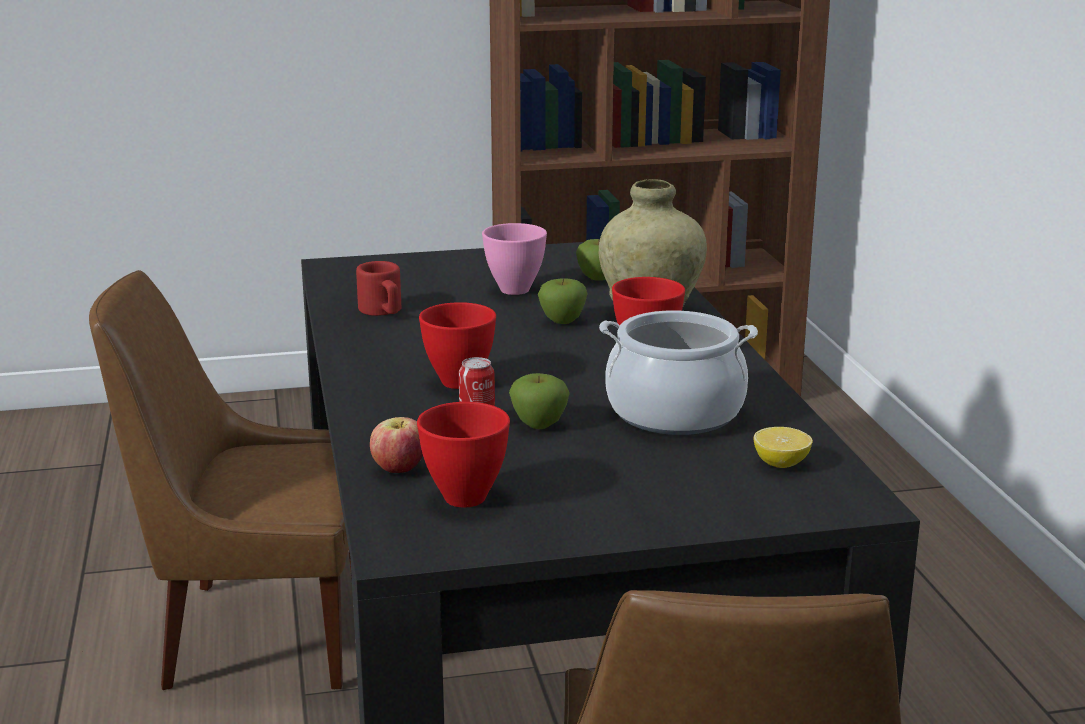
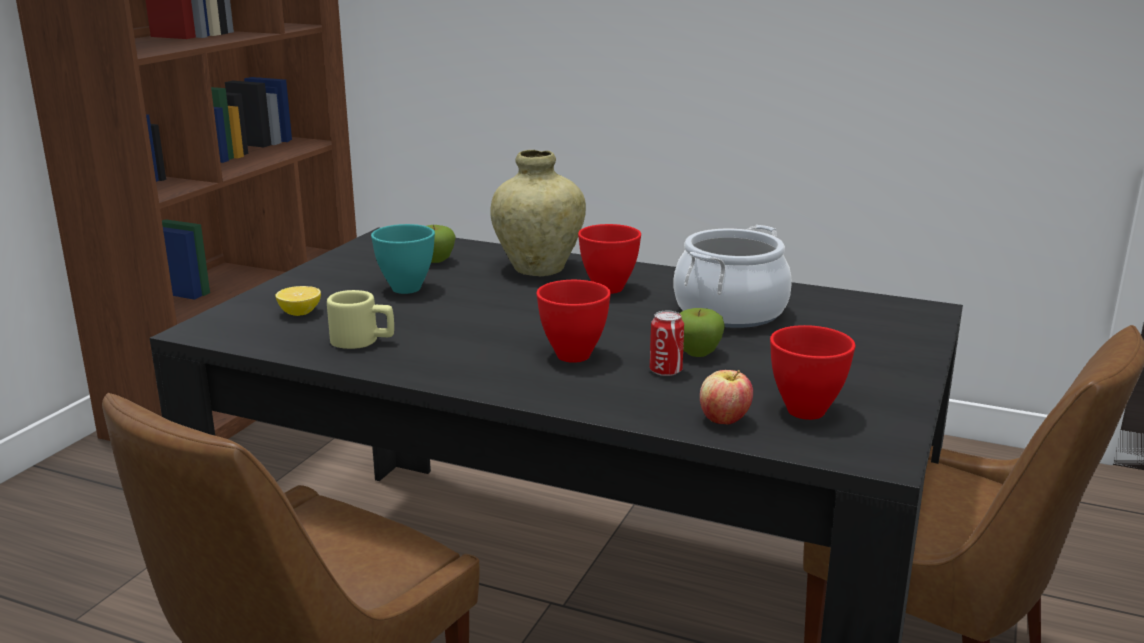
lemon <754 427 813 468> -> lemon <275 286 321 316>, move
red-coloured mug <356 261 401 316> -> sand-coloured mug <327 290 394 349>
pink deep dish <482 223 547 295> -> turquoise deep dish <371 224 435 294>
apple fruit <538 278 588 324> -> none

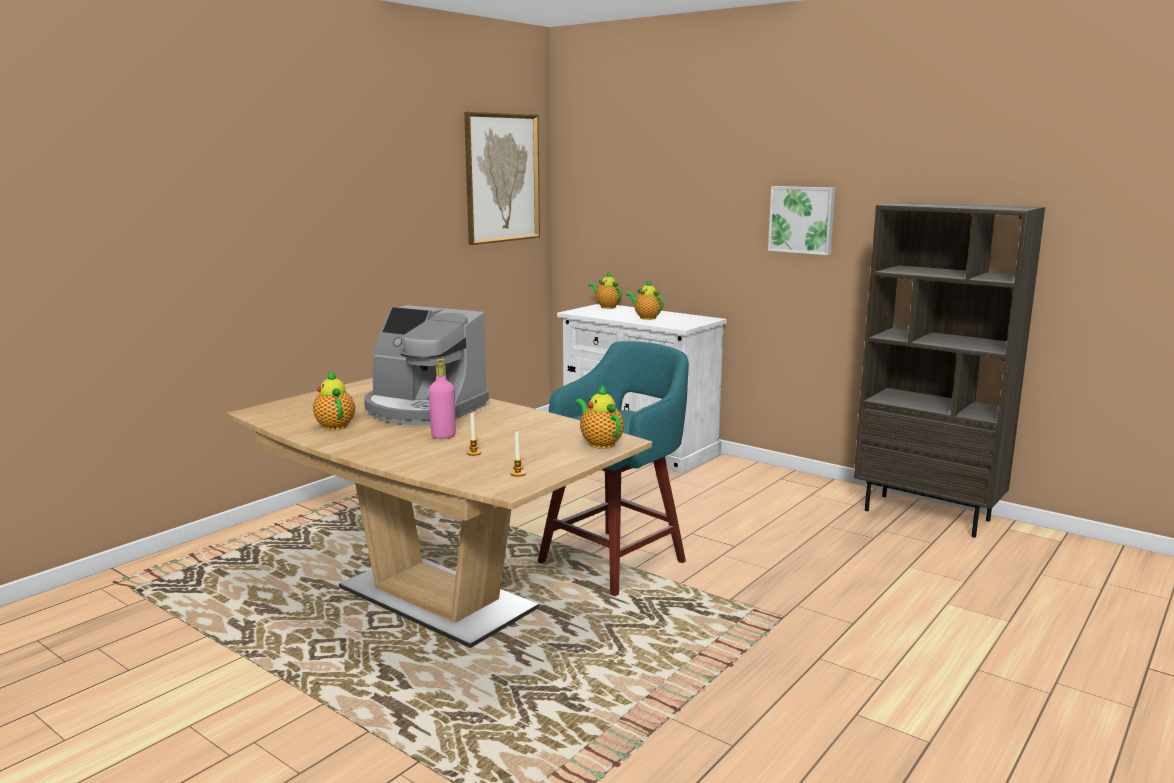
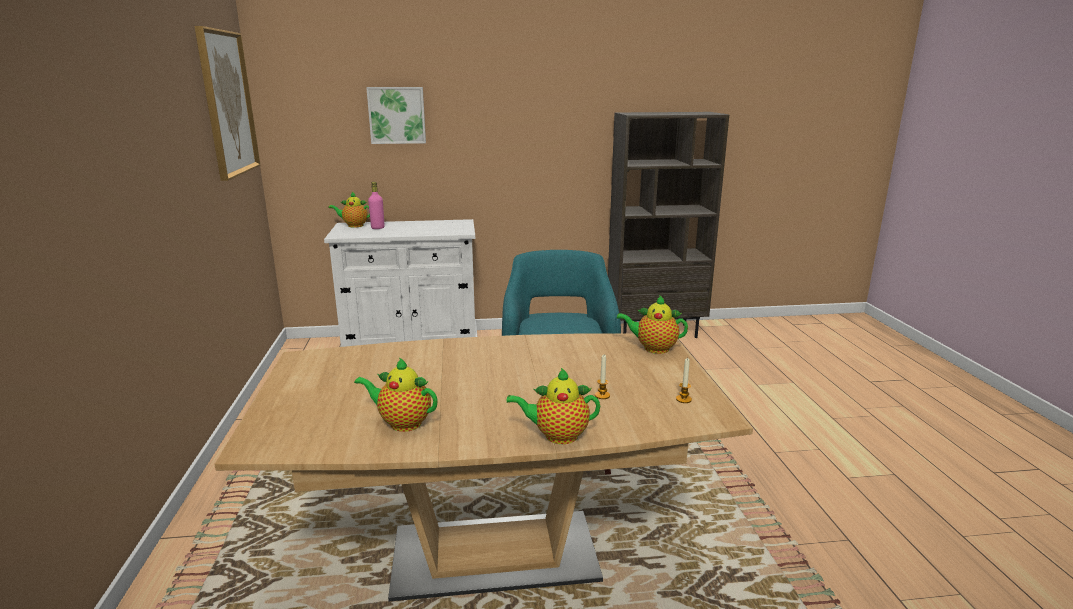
picture <768 186 835 255> -> picture <366 87 426 144>, move
pink drink bottle <429 359 456 439> -> pink drink bottle <368 182 385 229>, move
tea pot <626 280 664 320> -> tea pot <506 368 600 444>, move
coffee maker <364 305 489 425> -> none

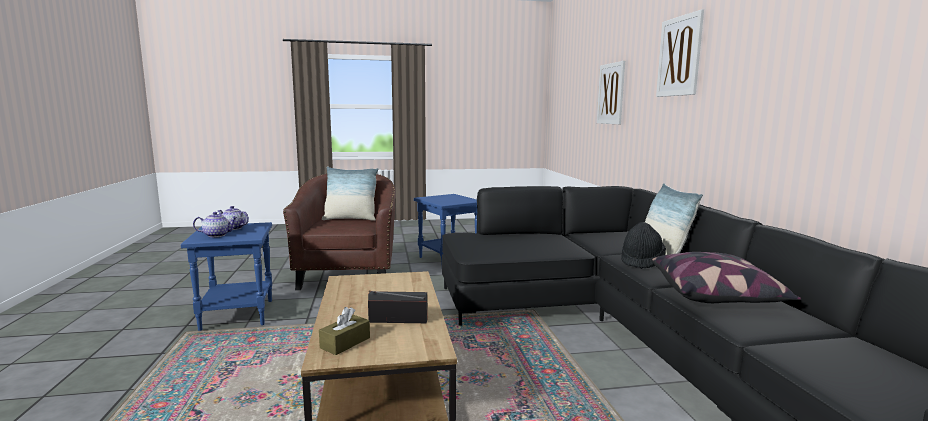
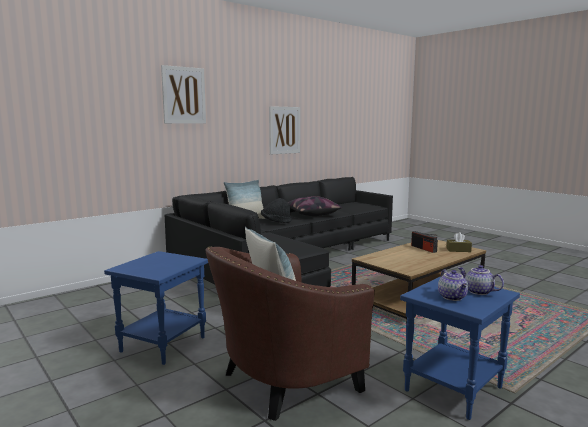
picture <597 61 625 124> -> picture <269 106 300 155>, move

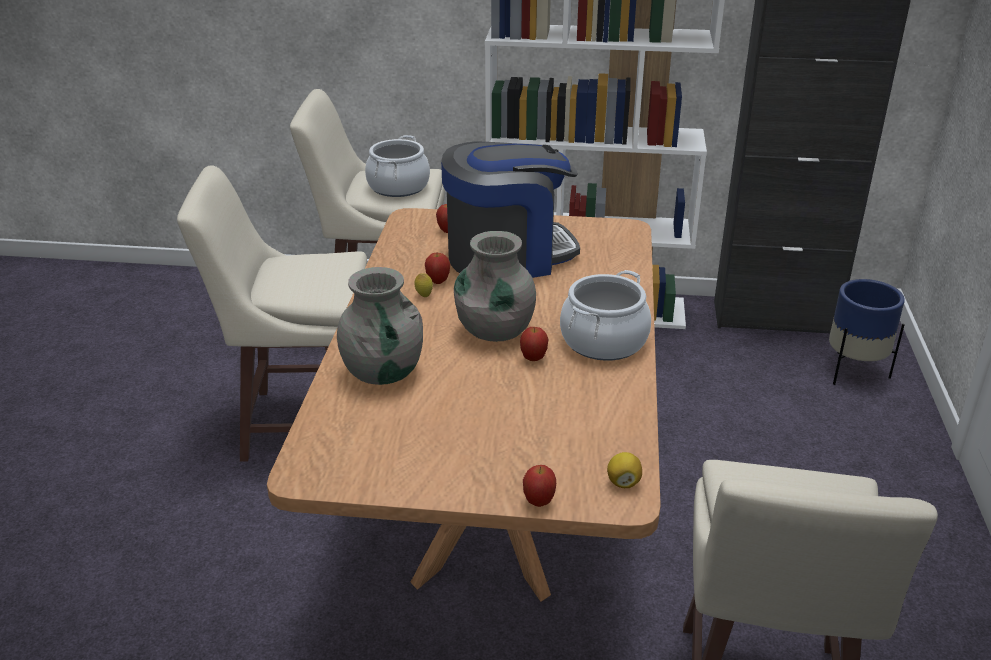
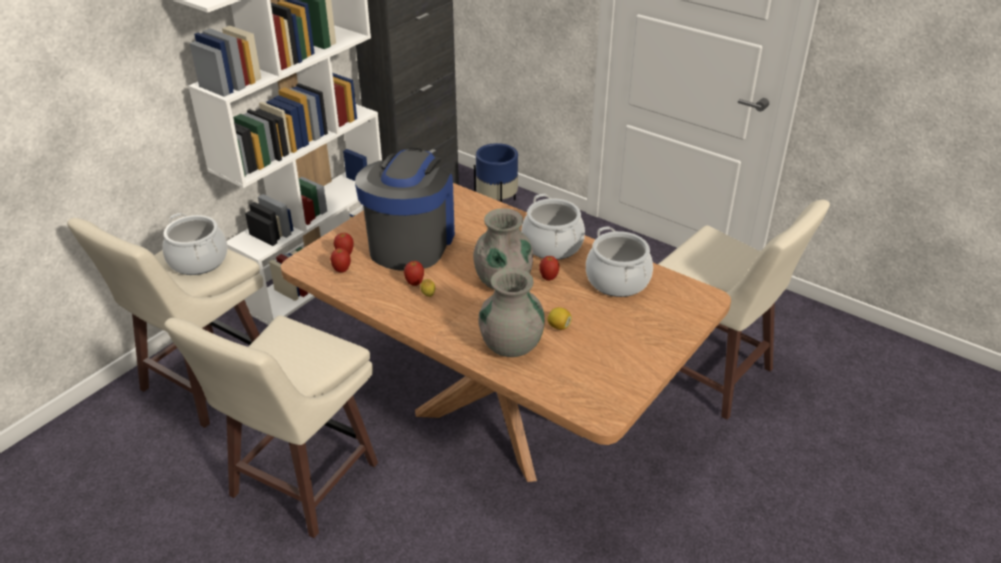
apple fruit <523 465 556 507> -> apple fruit <330 248 351 272>, move
lemon <607 452 642 488> -> lemon <548 307 572 330>, move
none -> saucepot <586 226 653 297>

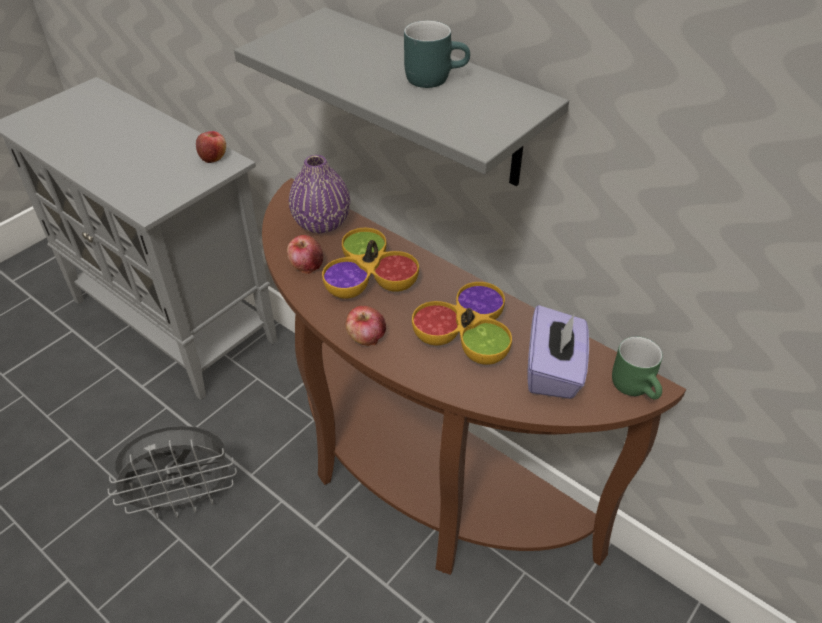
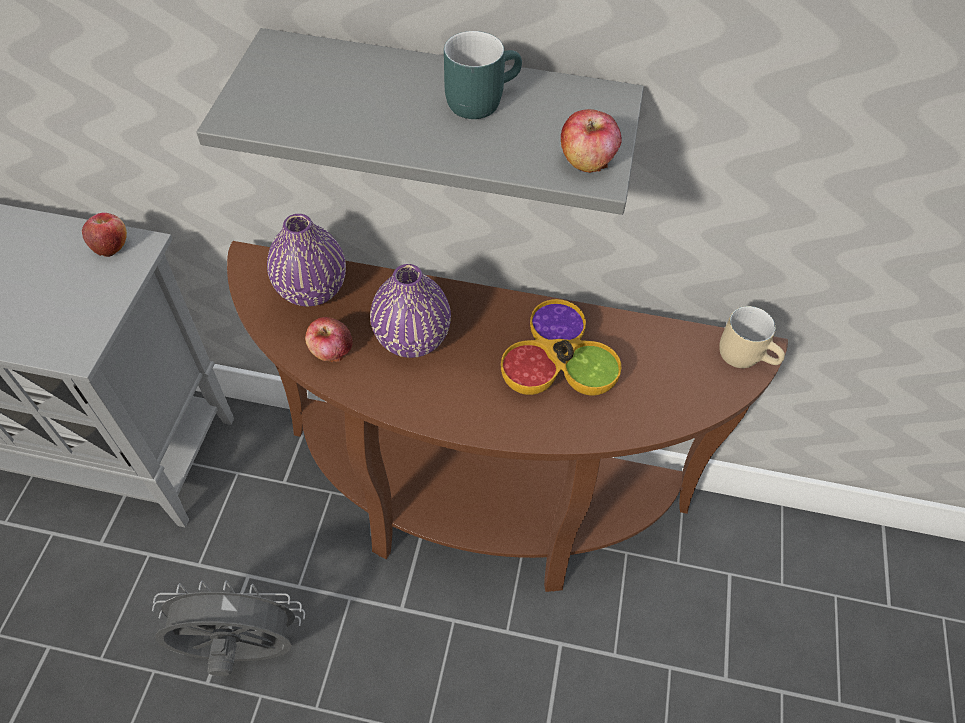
greyish electric fan <108 426 237 520> -> greyish electric fan <152 581 305 676>, 135 degrees counterclockwise
deep dish <322 228 419 299> -> purplish flower vase <370 264 451 358>
apple fruit <346 306 386 346> -> apple fruit <561 109 622 173>, move
greenish mug <612 336 663 400> -> sand-coloured mug <719 306 785 368>
purplish tissue box <527 305 589 399> -> none

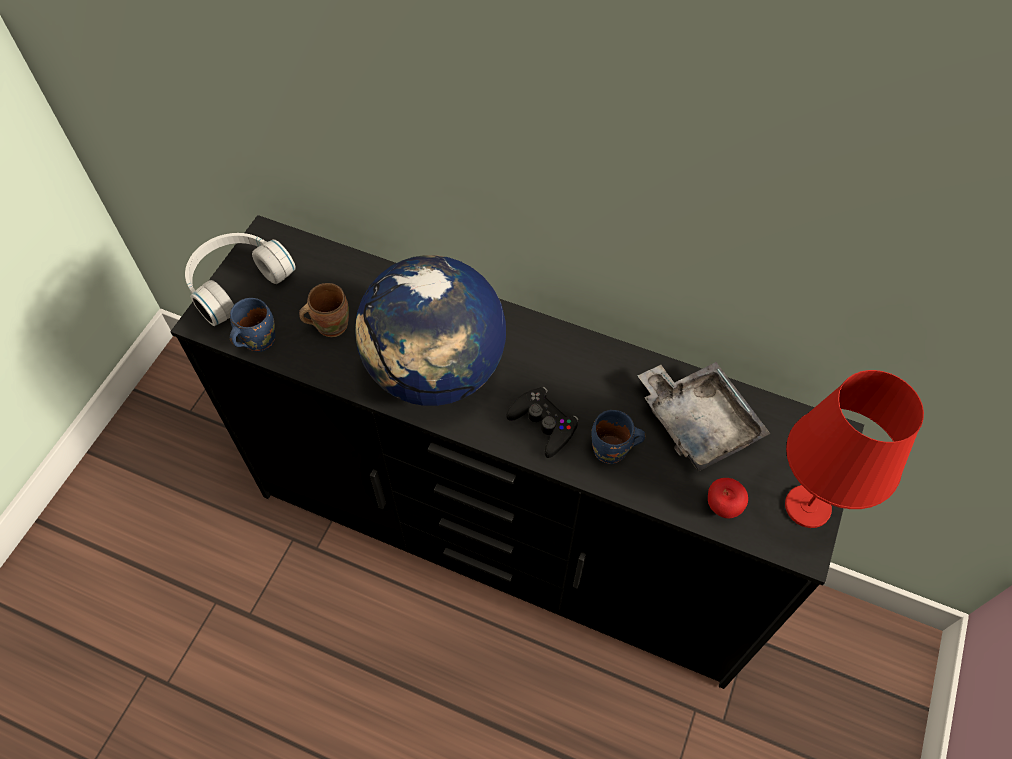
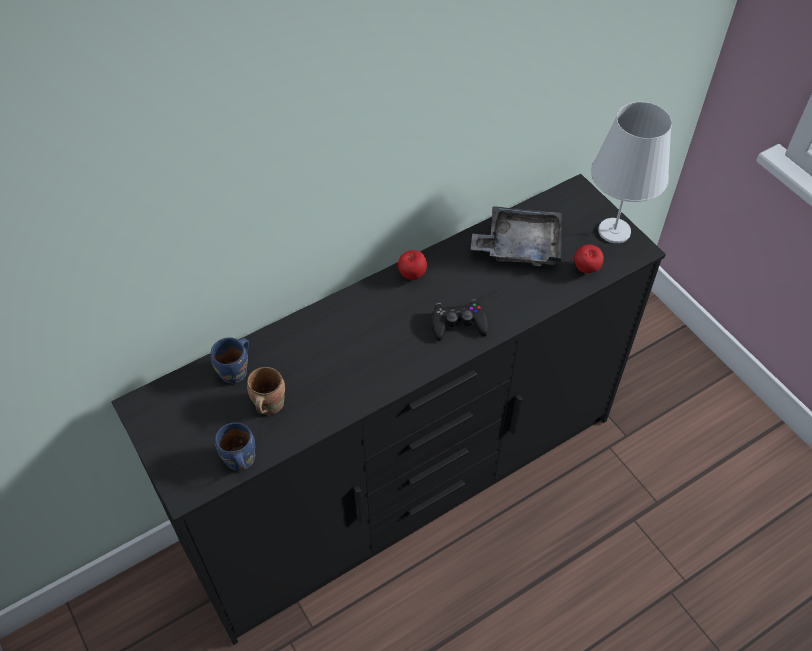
blue mug <591 410 646 464> -> blue mug <211 337 249 384>, move
none -> apple fruit <398 250 427 280>
red-coloured table lamp <785 370 924 528> -> white table lamp <591 102 672 243>
white pair of headphones <185 233 296 326> -> none
desk globe <355 255 506 406> -> none

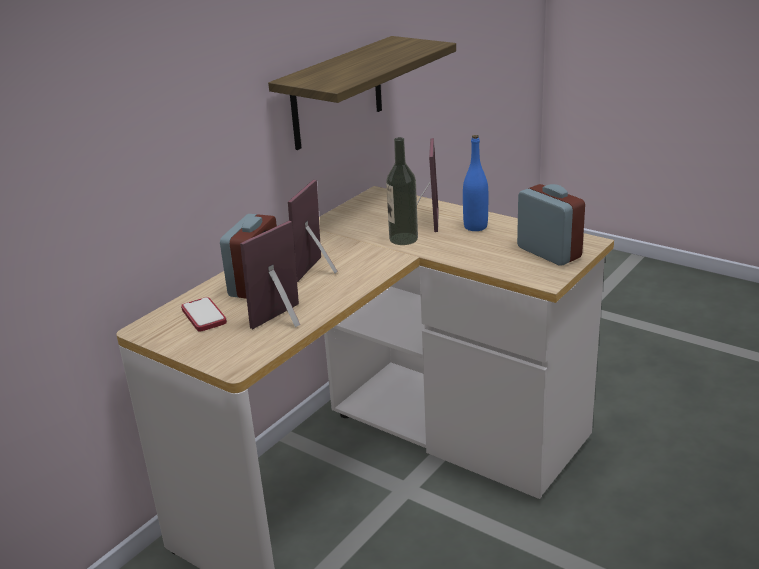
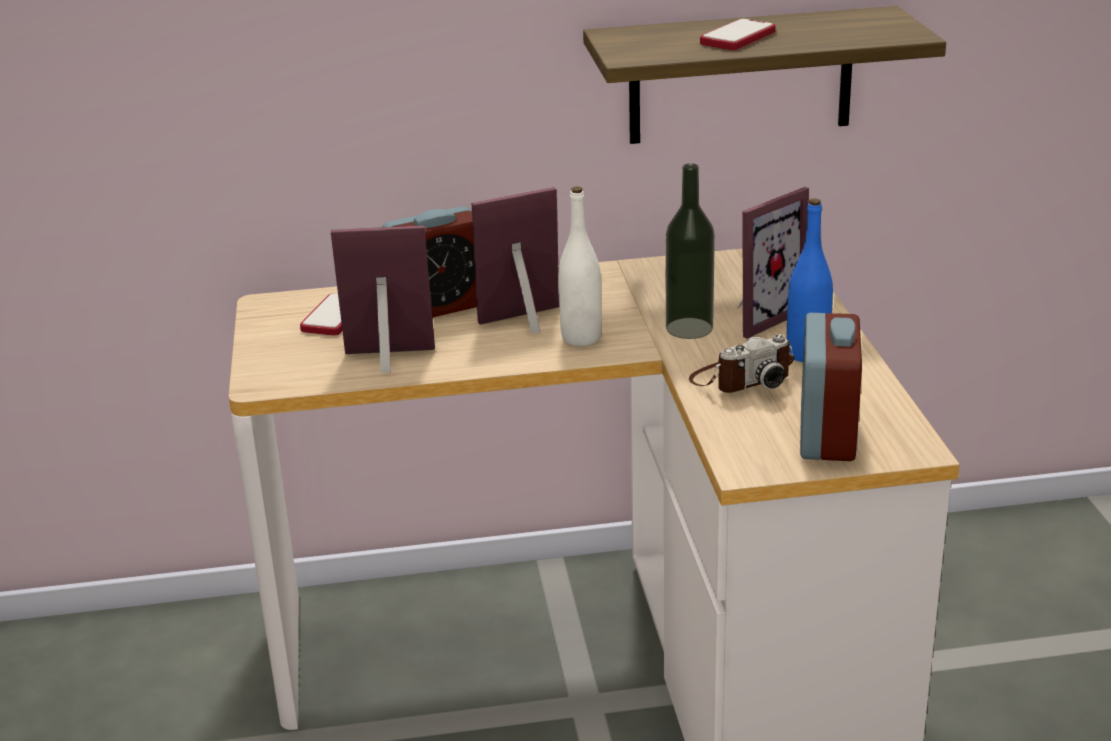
none -> white drink bottle <558 186 602 346>
none -> still camera <689 334 794 393>
none -> telephone <700 19 776 50>

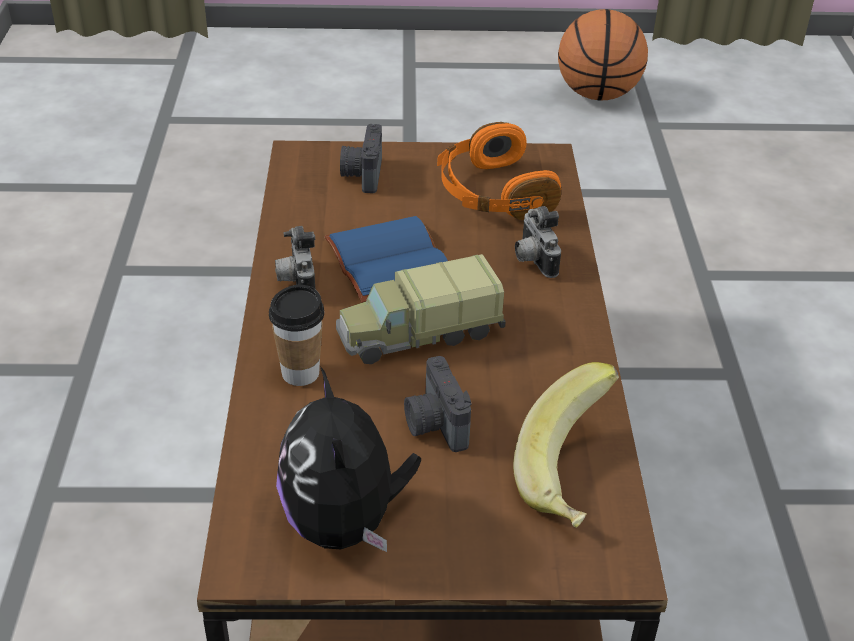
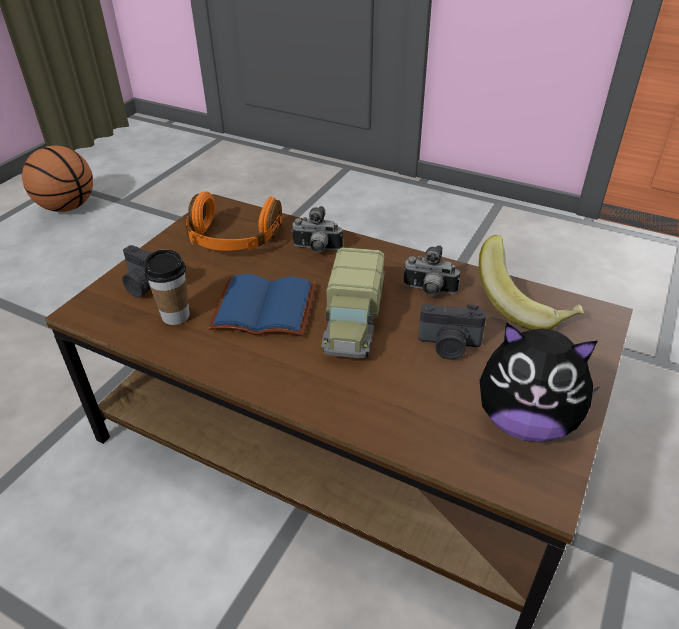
cup <269 285 324 386> -> cup <144 250 190 325>, move
still camera <275 226 315 288> -> still camera <403 245 460 296>, move

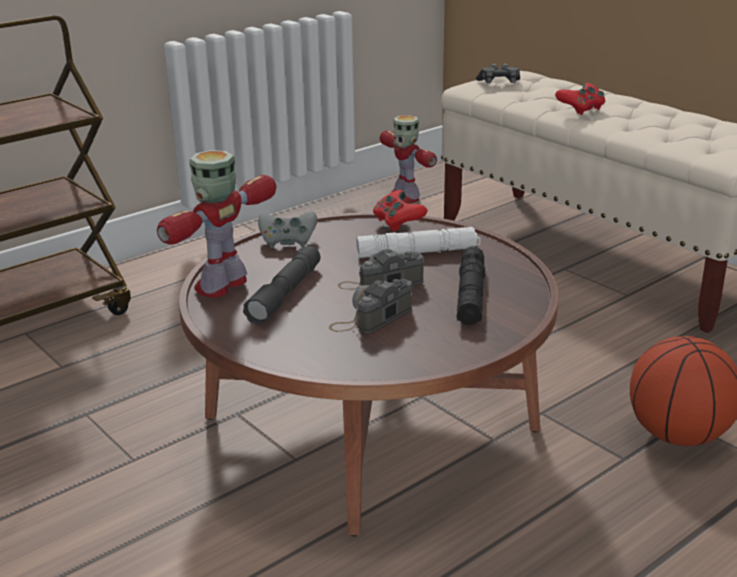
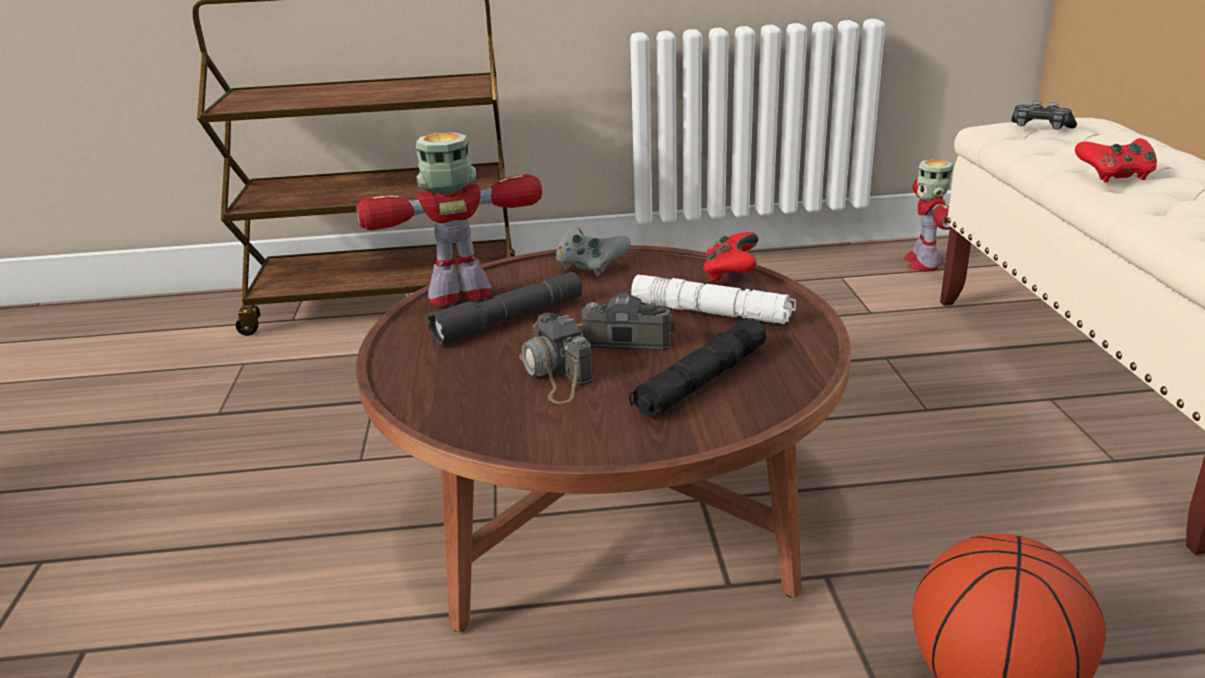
still camera <329 279 412 334> -> still camera <519 312 593 404>, 105 degrees counterclockwise

